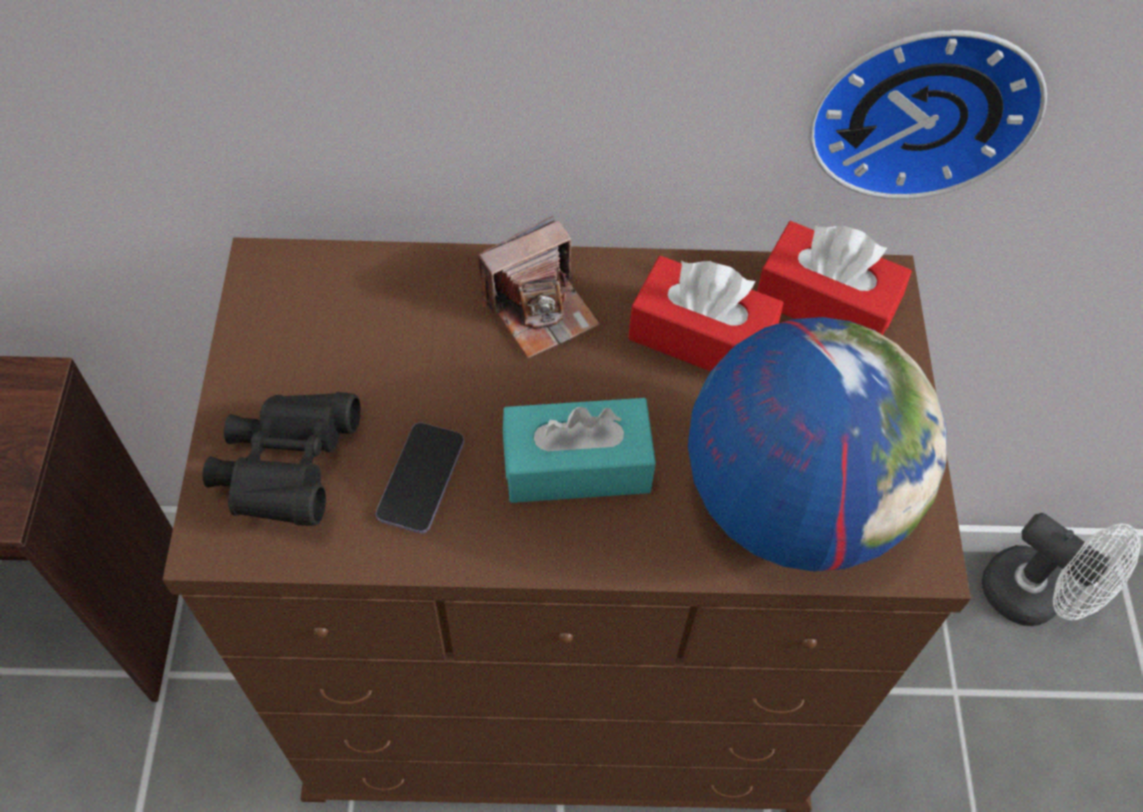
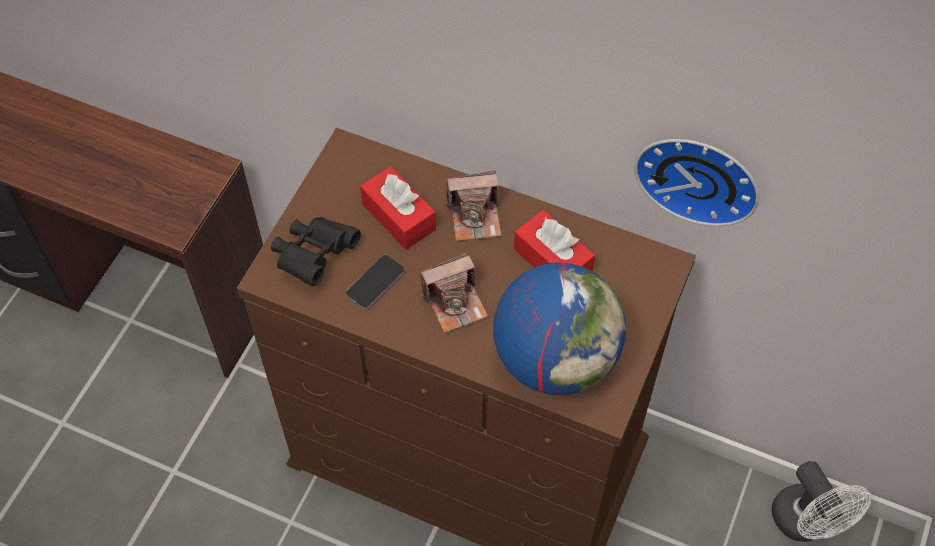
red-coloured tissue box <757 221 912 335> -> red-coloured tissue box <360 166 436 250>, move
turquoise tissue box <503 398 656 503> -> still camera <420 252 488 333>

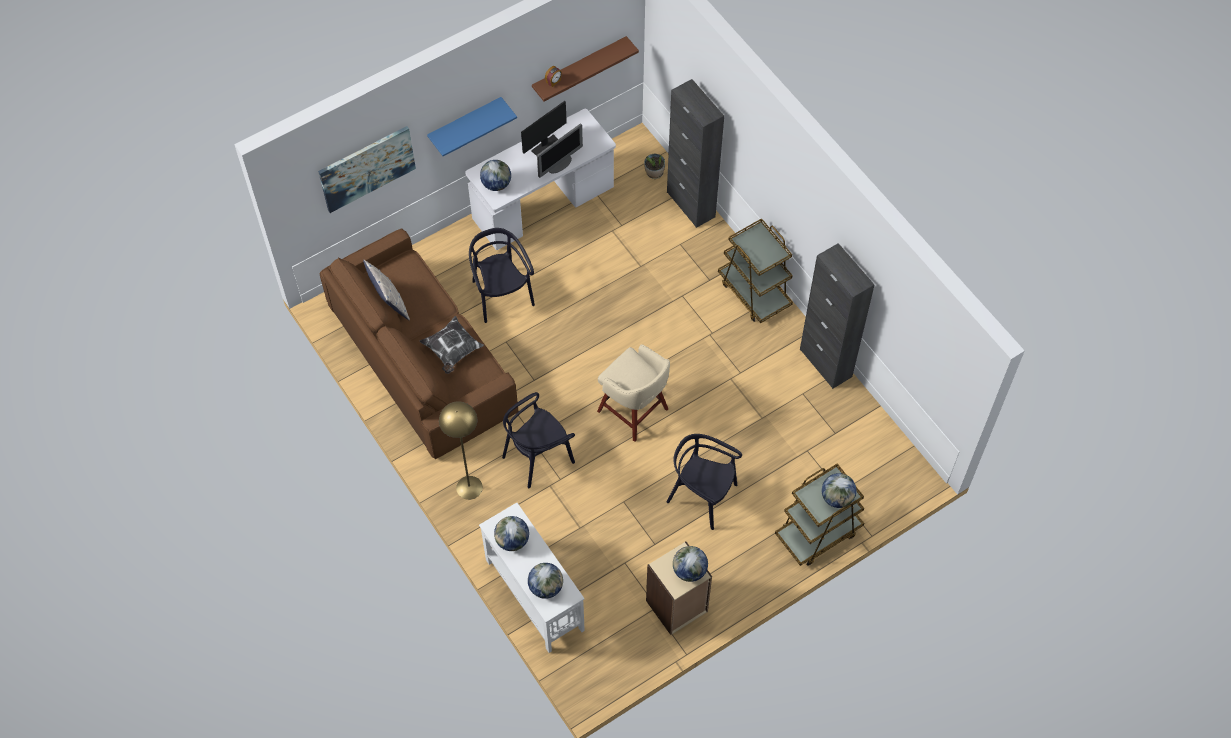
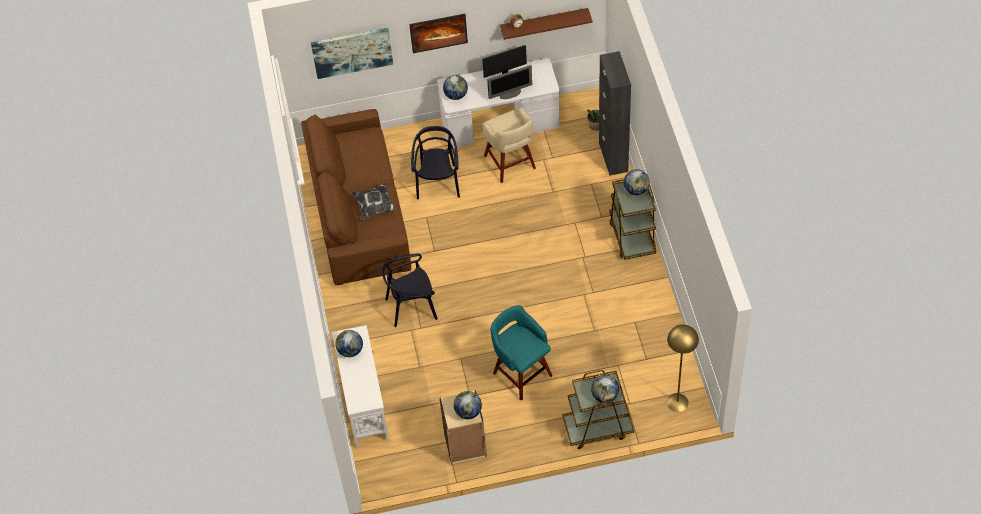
blue shelf <427 97 517 156> -> picture <409 14 468 53>
sand-coloured stool seat <597 345 670 442> -> sand-coloured stool seat <483 108 536 183>, move
blackish chair <667 434 742 530> -> turquoise stool seat <491 305 552 400>
desk globe <528 563 563 599> -> desk globe <624 169 650 195>, move
yellow-coloured standard lamp <439 401 483 500> -> yellow-coloured standard lamp <667 324 699 412>, move
pillow <363 260 410 320> -> none
blackish cupboard <800 243 875 389> -> none

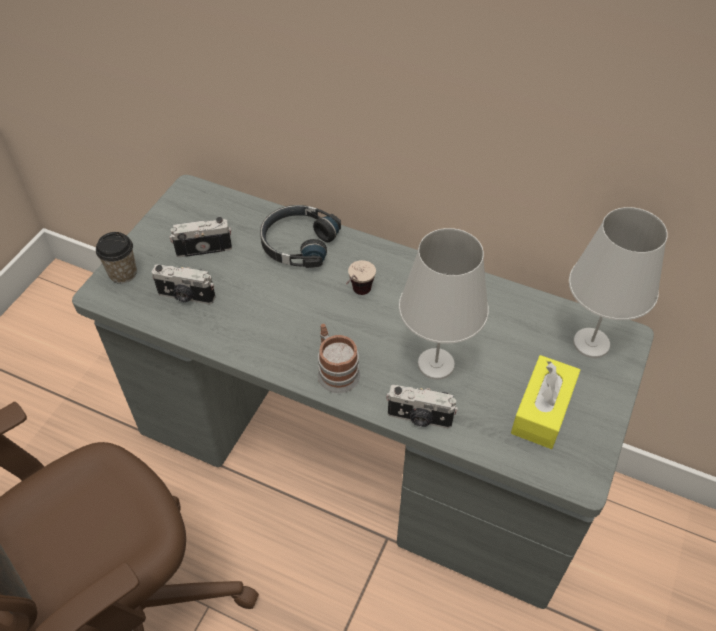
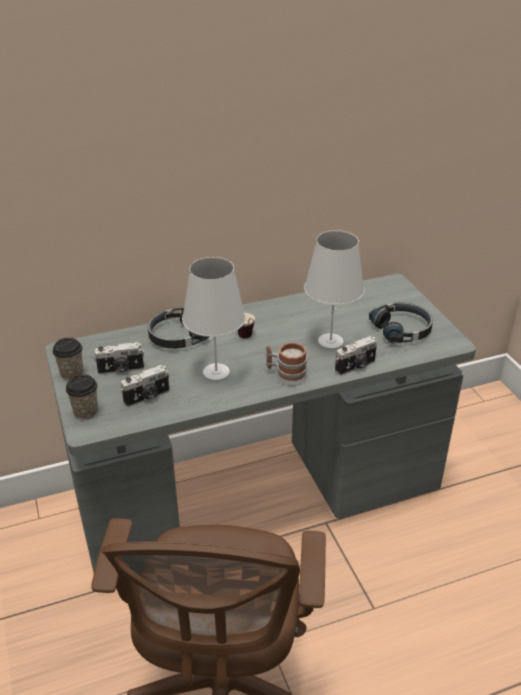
none -> cup <53 338 83 380>
still camera <170 217 232 257> -> still camera <94 342 144 375>, 135 degrees counterclockwise
white table lamp <569 207 668 358> -> white table lamp <182 257 246 382>, move
yellow-coloured tissue box <511 355 580 449> -> blackish pair of headphones <369 302 433 343>

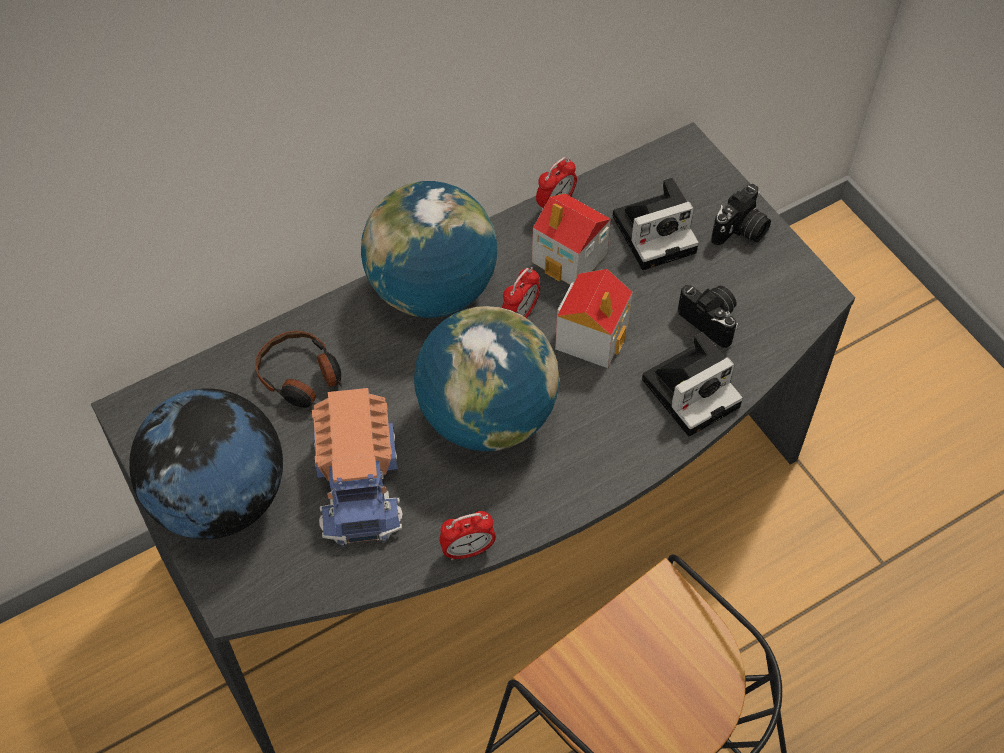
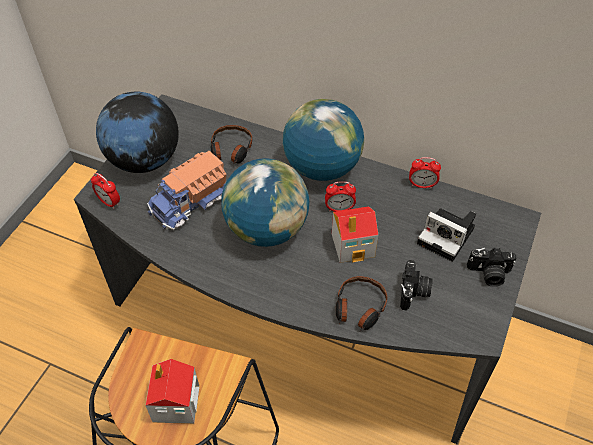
table clock <440 511 496 560> -> table clock <91 173 120 209>, move
miniature house <532 194 611 285> -> miniature house <145 359 200 424>, move
still camera <642 332 743 436> -> pair of headphones <336 276 387 332>

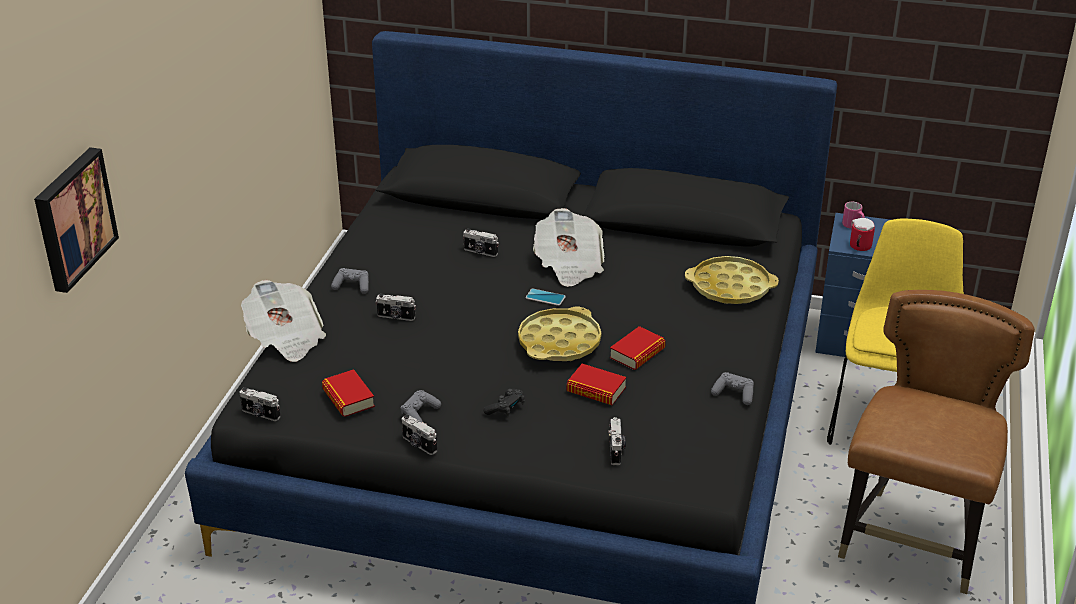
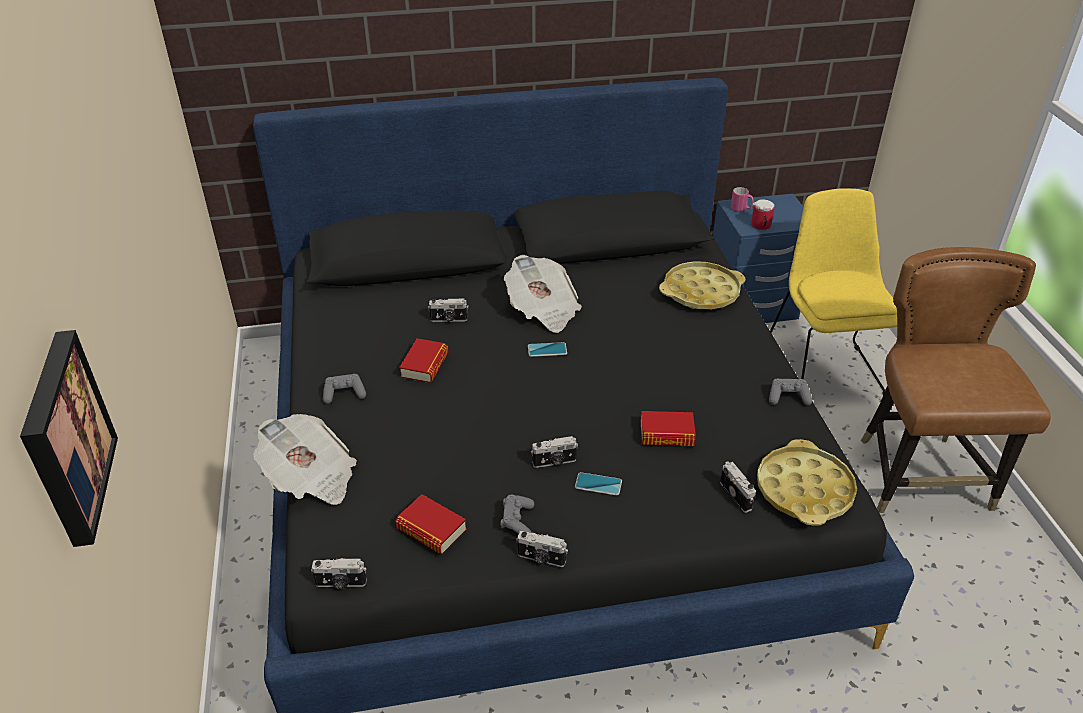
volume <610 326 666 370> -> volume <399 338 449 383>, move
still camera <376 294 416 321> -> still camera <531 436 578 468>, move
blackish game controller <484 389 525 416> -> telephone <575 472 622 495>
yellow-coloured tray <518 307 601 361> -> yellow-coloured tray <757 439 857 526>, move

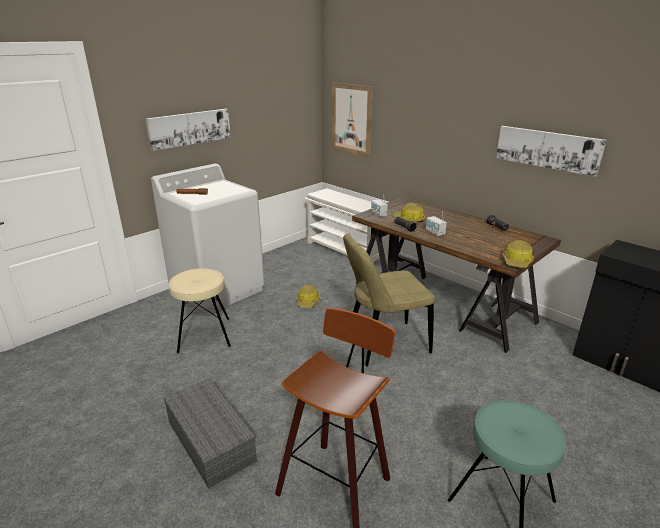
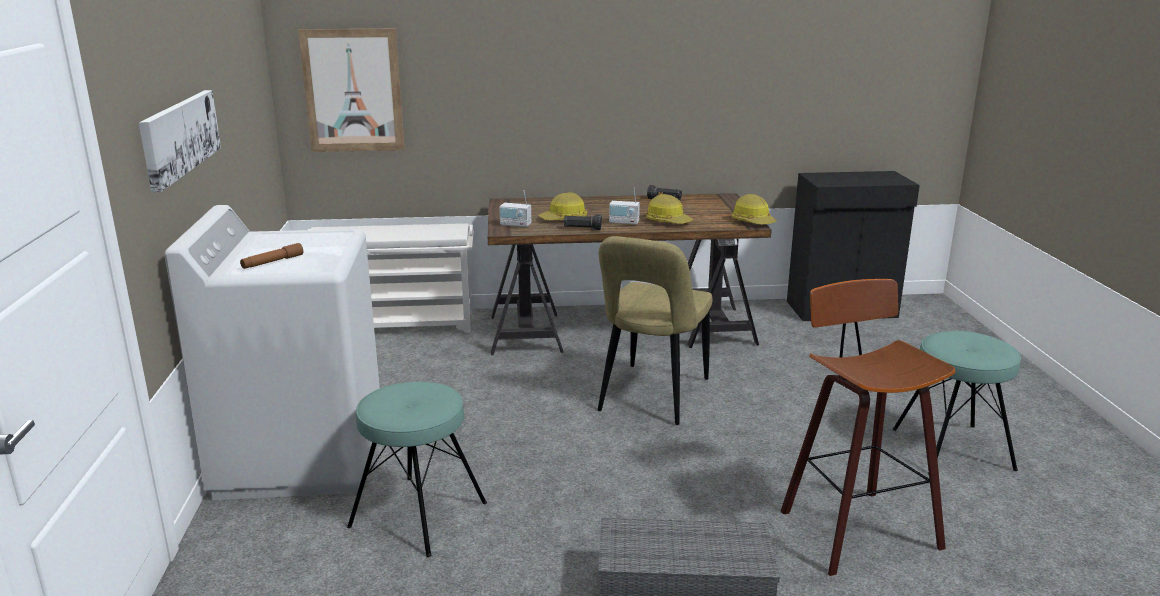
sand-coloured stool seat <169 268 231 354> -> turquoise stool seat <347 382 487 557>
hard hat <297 285 320 308> -> hard hat <646 194 693 224>, move
picture <496 126 607 177> -> none

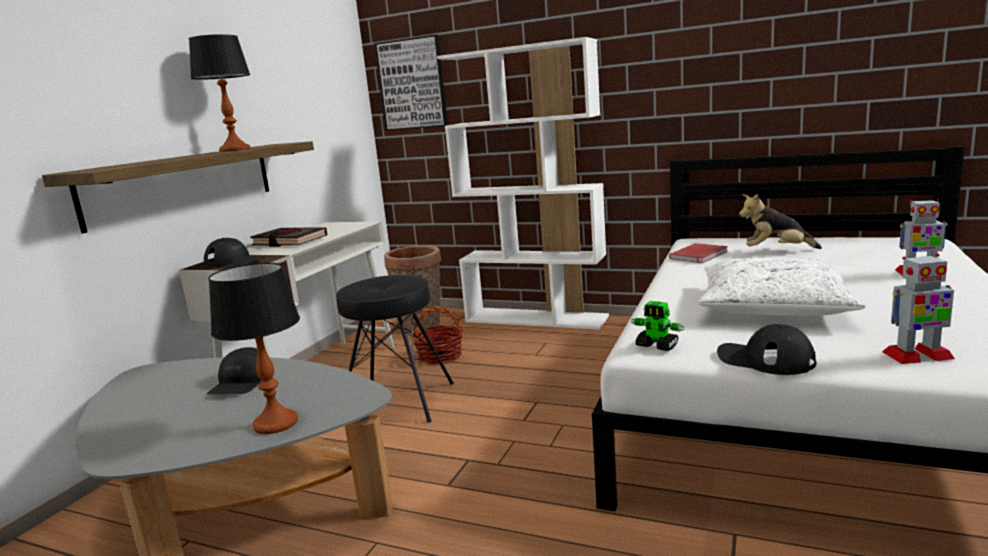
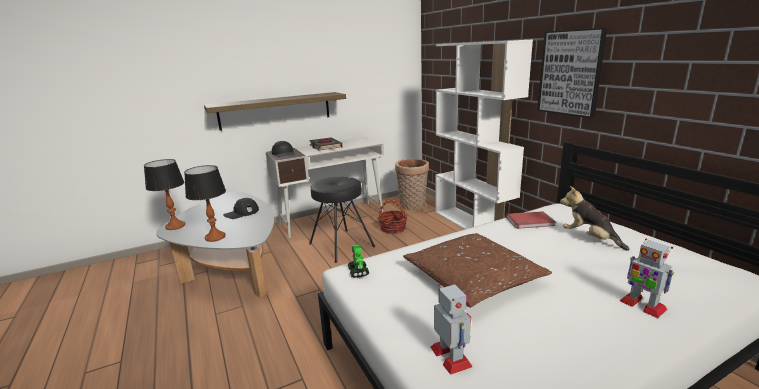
table lamp <189 34 250 152> -> table lamp <144 159 185 230>, move
white pillow <697 258 866 316> -> brownish pillow <403 233 552 308>
toy robot <882 253 955 364> -> toy robot <431 284 472 375>, 150 degrees counterclockwise
picture <374 35 448 131> -> picture <537 28 607 118>, move
blackish peaked cap <717 324 817 375> -> none

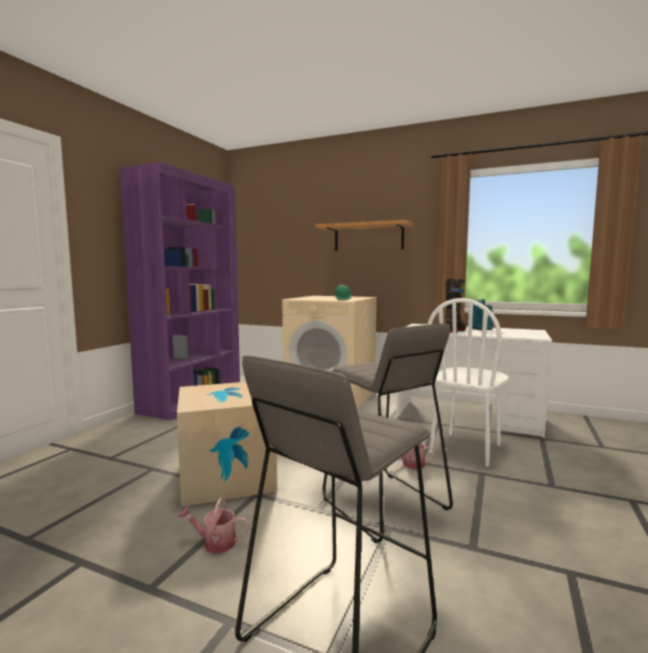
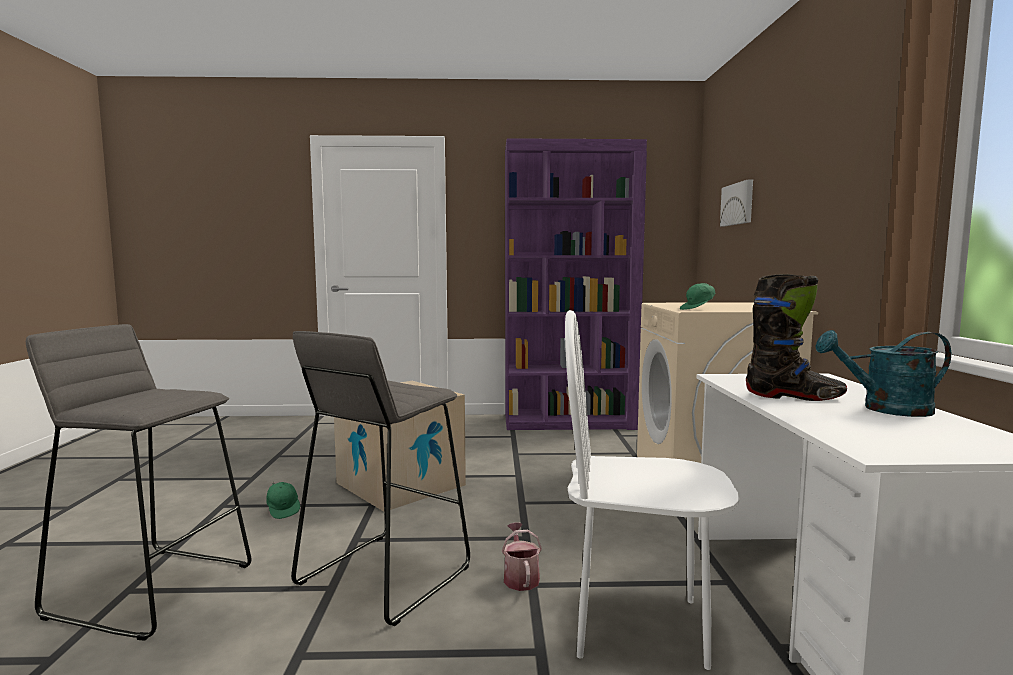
watering can <178 498 250 553> -> greenish peaked cap <266 482 300 519>
none -> picture <720 180 753 226>
shelf <316 220 414 251> -> none

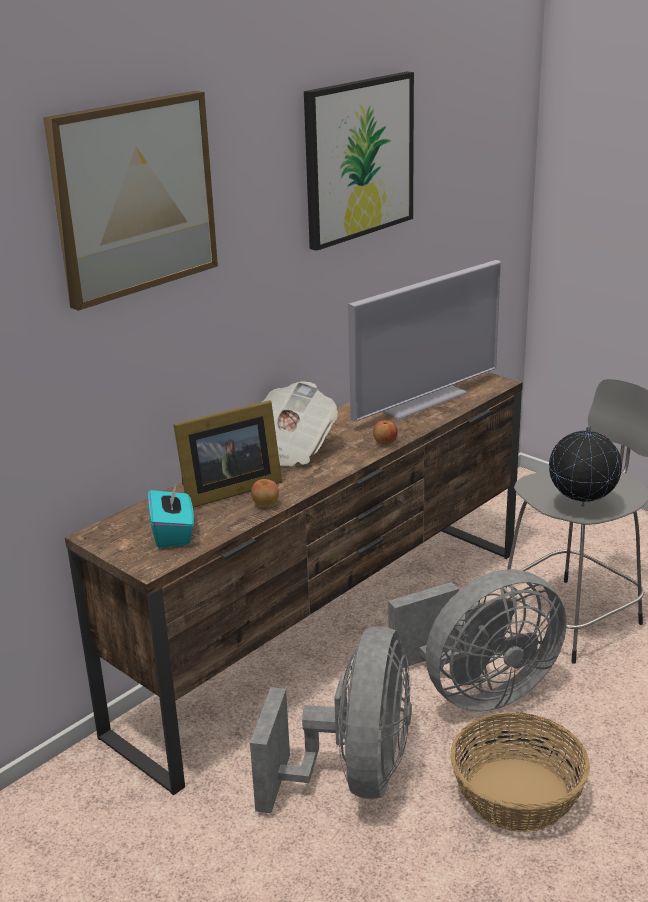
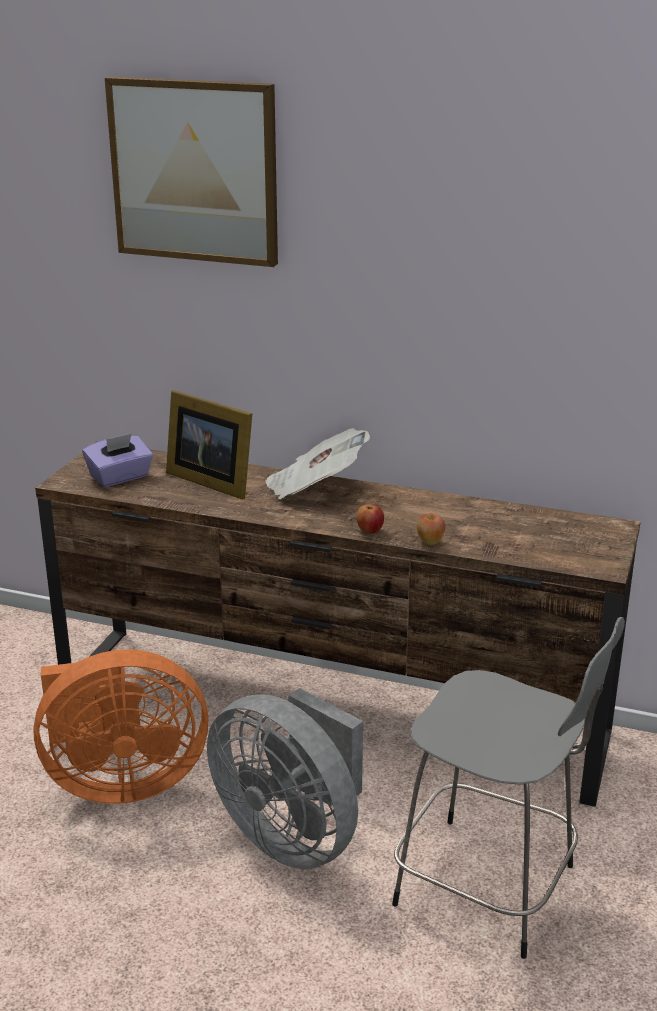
greyish electric fan <250 626 412 813> -> orangey electric fan <33 649 208 804>
turquoise tissue box <148 486 194 548> -> purplish tissue box <83 434 153 487>
apple fruit <251 479 279 507> -> apple fruit <417 513 445 545>, move
picture <304 72 414 251> -> none
TV <348 260 501 422> -> none
storage basket <450 712 590 832> -> none
desk globe <549 425 622 507> -> none

